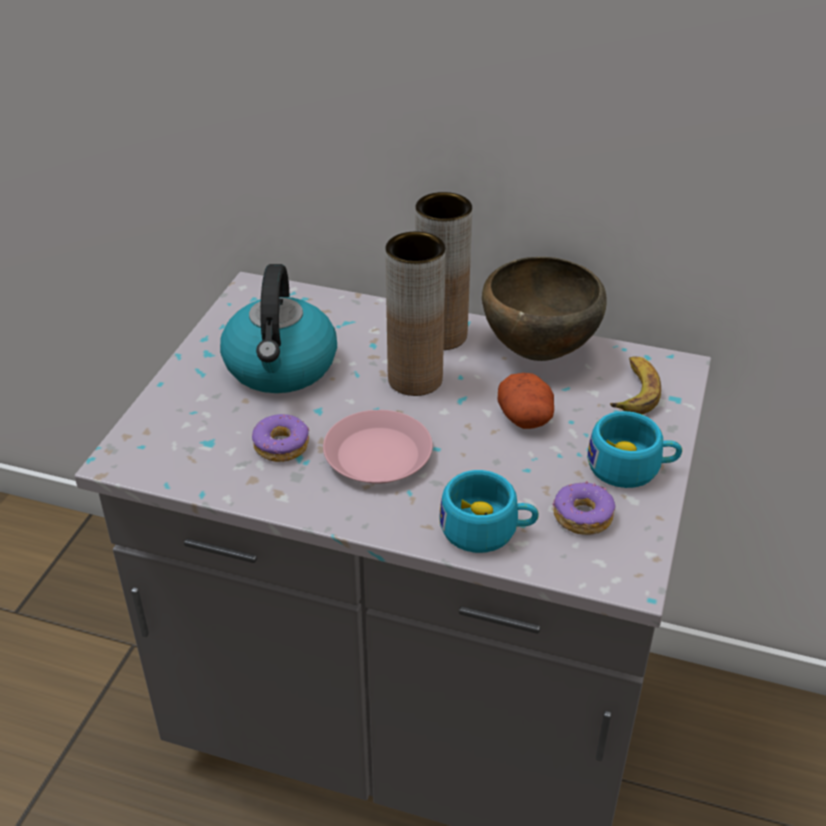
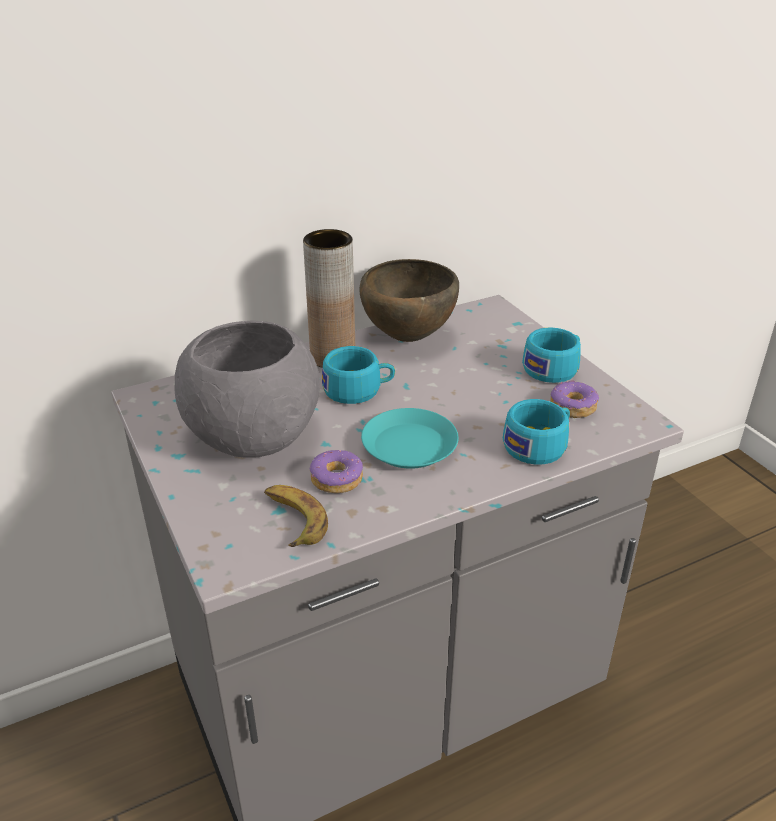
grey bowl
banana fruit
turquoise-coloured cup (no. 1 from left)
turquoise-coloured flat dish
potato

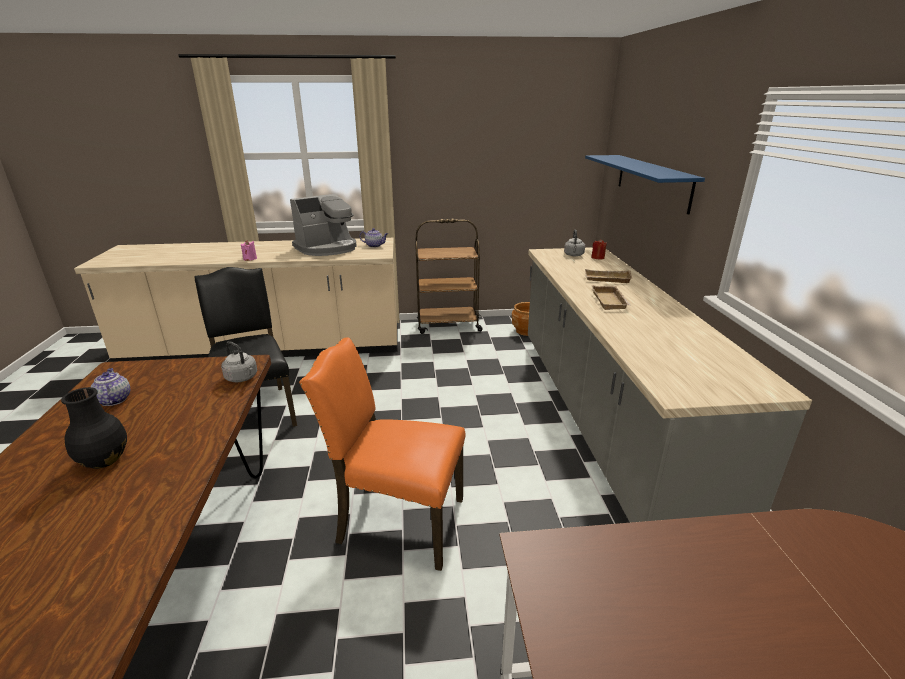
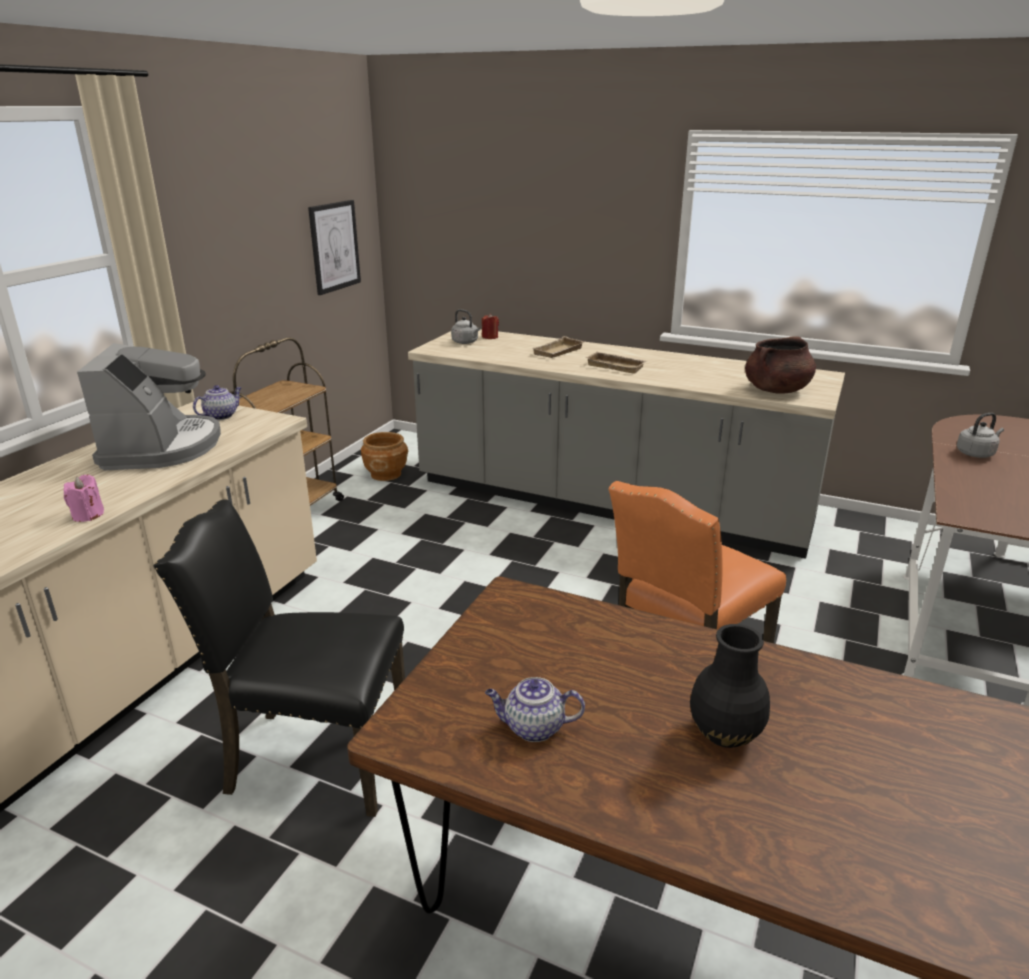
wall art
brown cooking pot
grey water kettle (no. 2 from left)
blue-coloured shelf

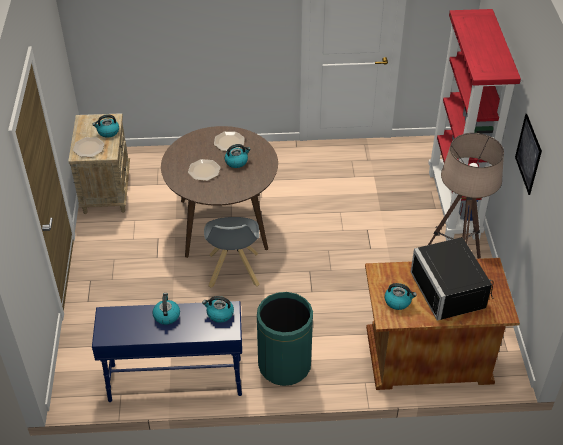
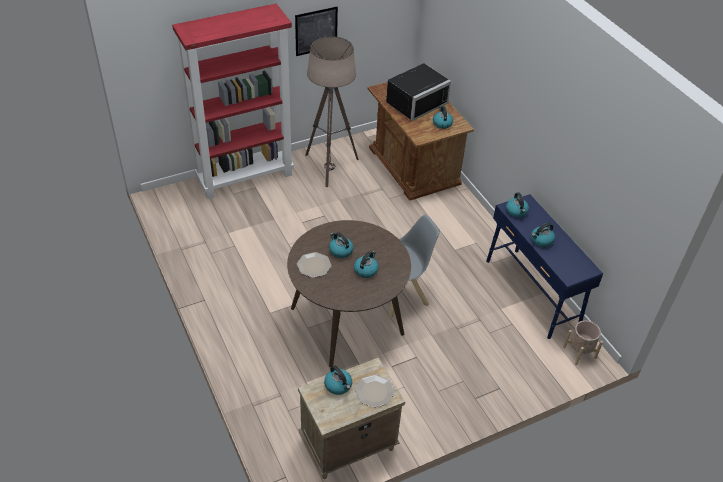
water kettle (no. 3 from left)
beige-coloured flower pot
green waste bin

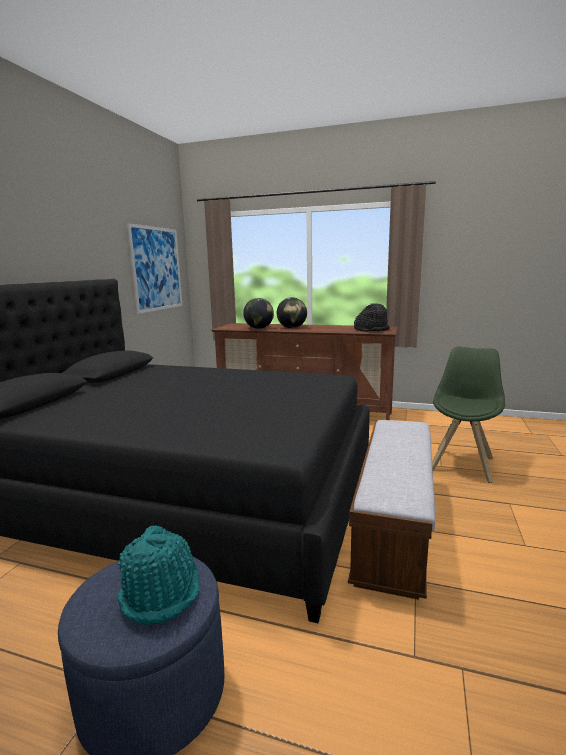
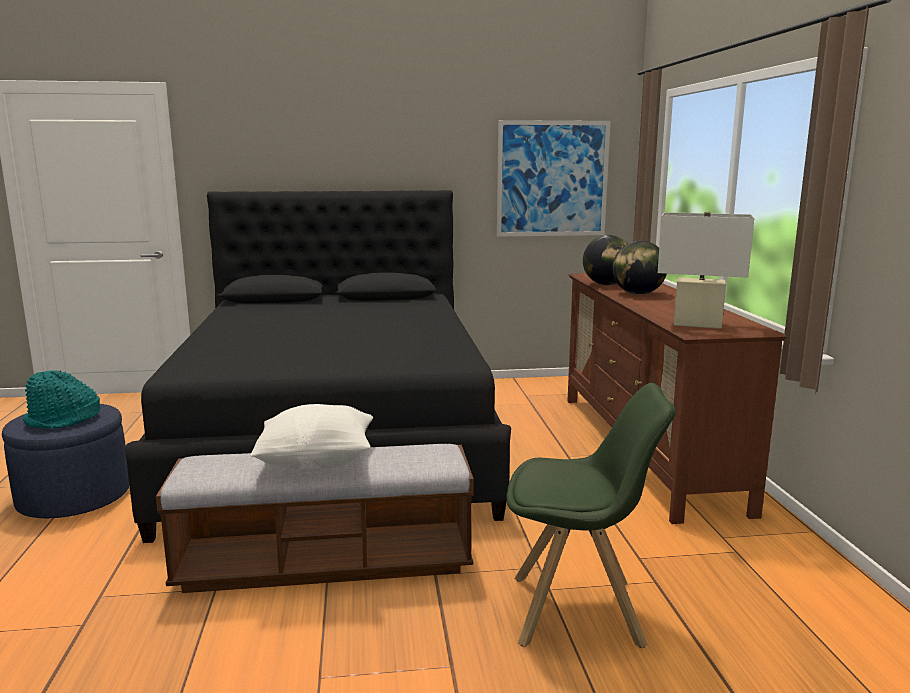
white-coloured pillow
white-coloured table lamp

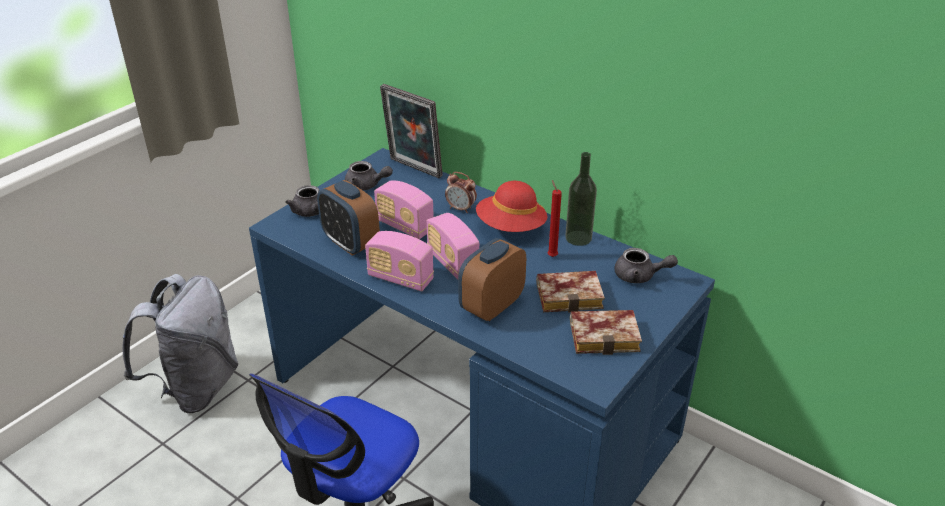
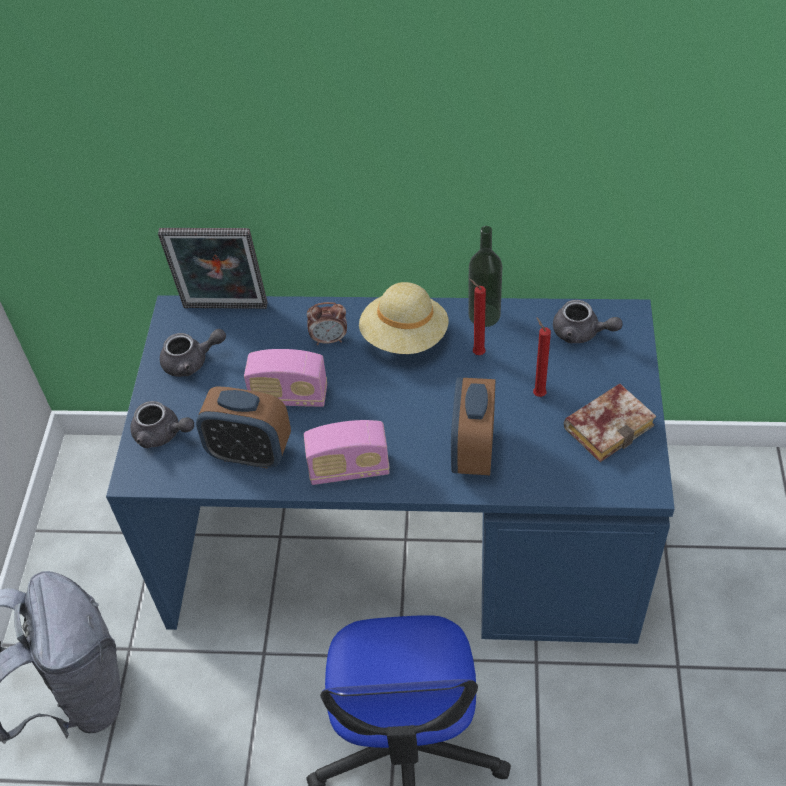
beige-coloured clothing hat
red candle (no. 2 from left)
grey pot for tea (no. 3 from left)
radio receiver (no. 3 from left in the first image)

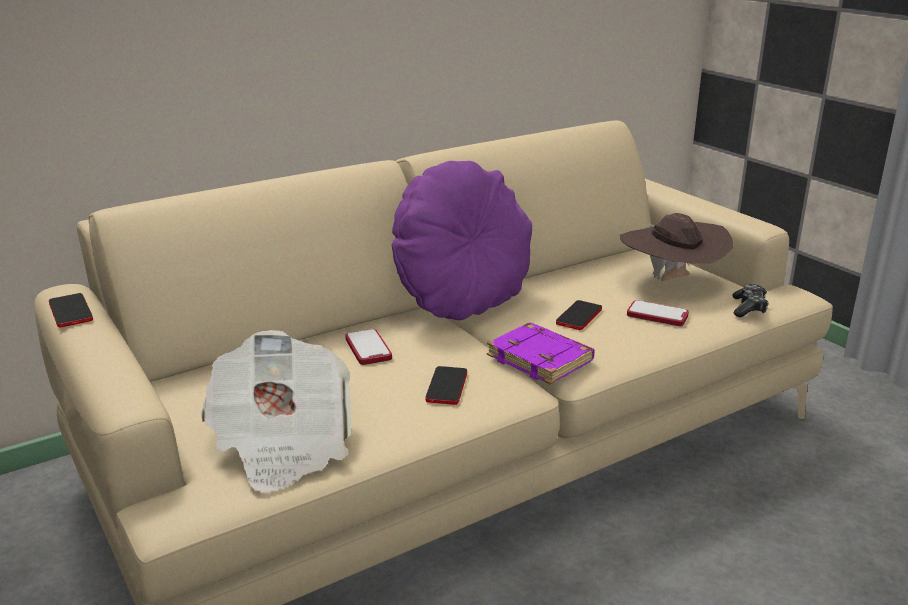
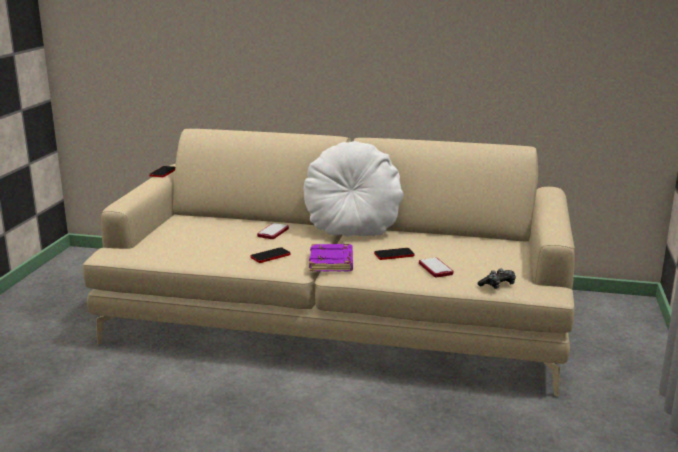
white-coloured pillow
daily paper
brown clothing hat

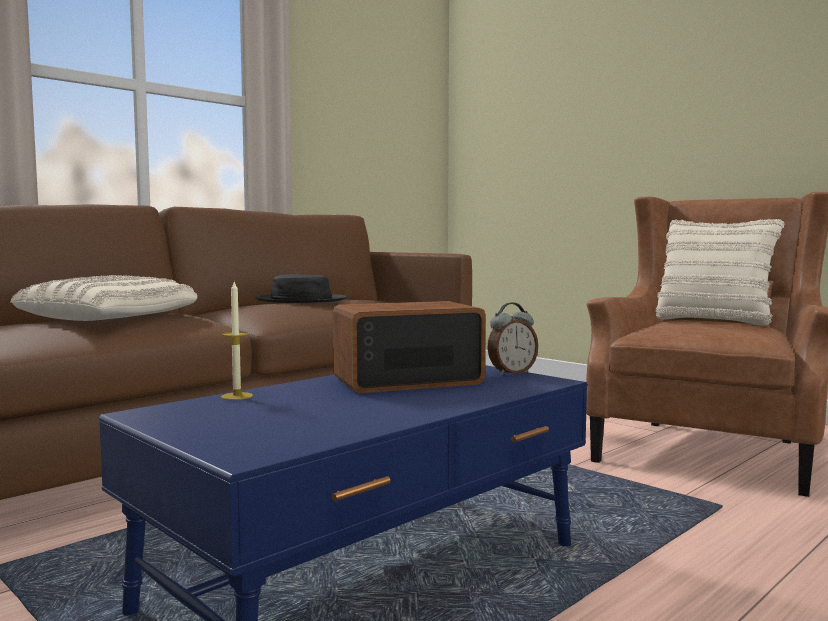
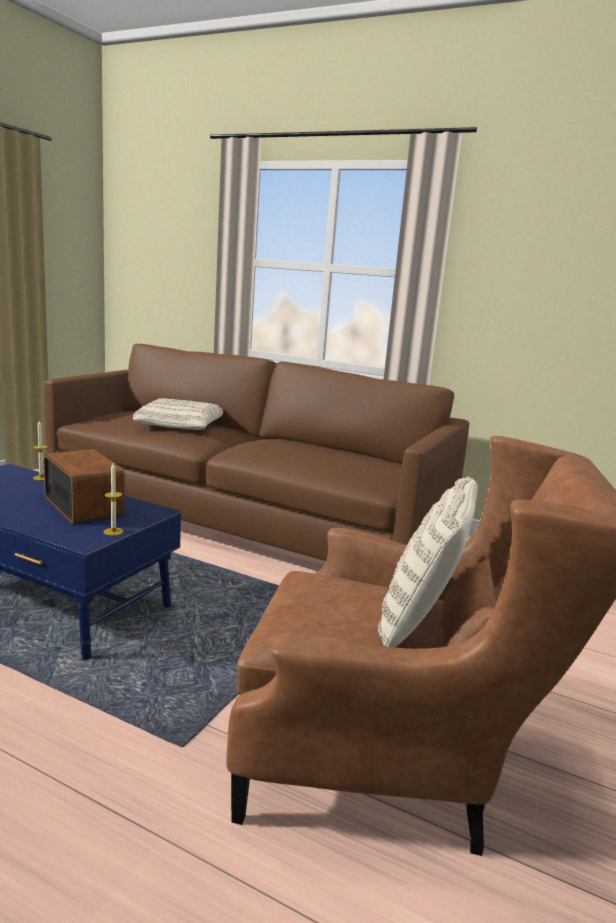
candle (no. 2 from left)
black clothing hat

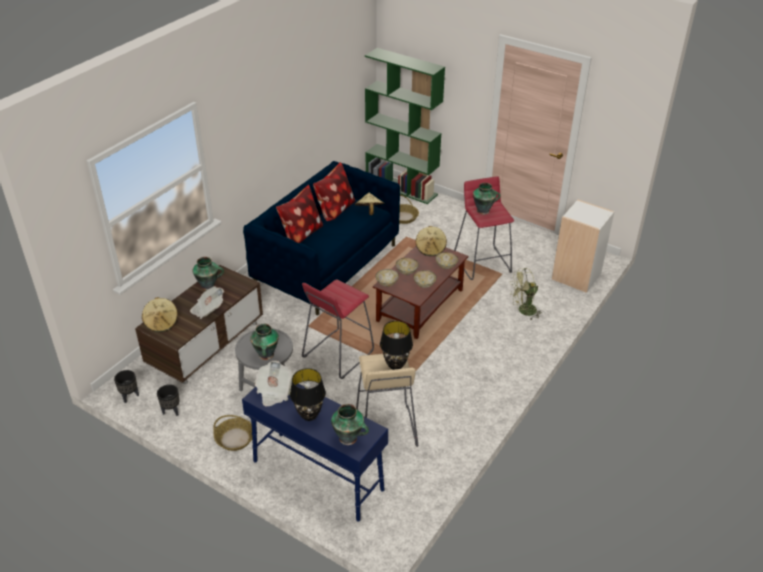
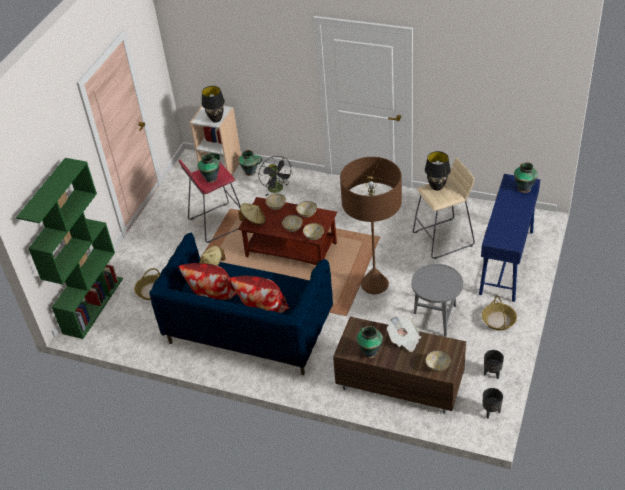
black table lamp (no. 1 from left)
vase (no. 2 from left)
black fan
brown standing lamp
bowl (no. 5 from left)
daily paper (no. 2 from left in the first image)

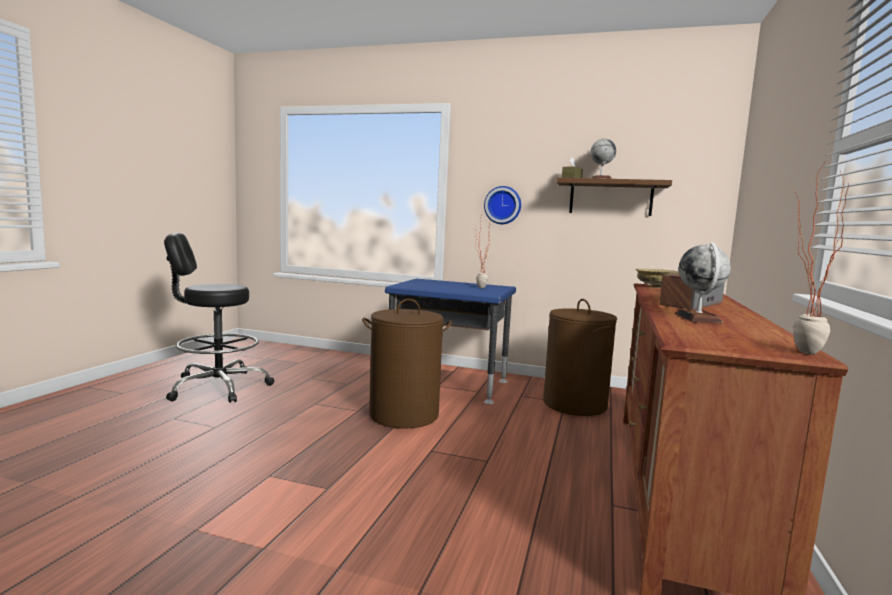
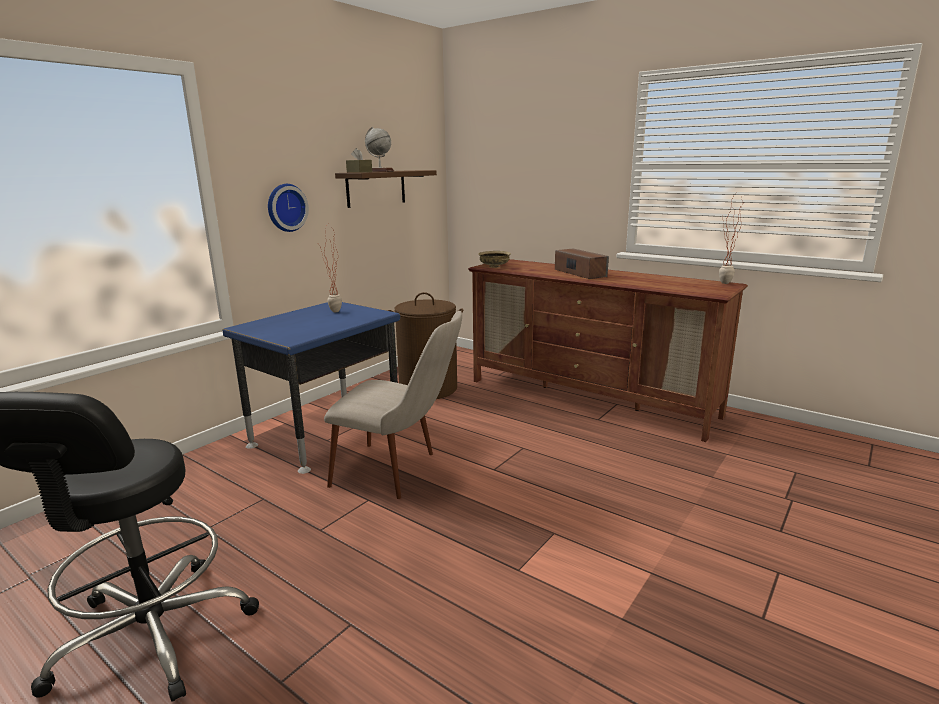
beige-coloured chair
world globe (no. 2 from left in the first image)

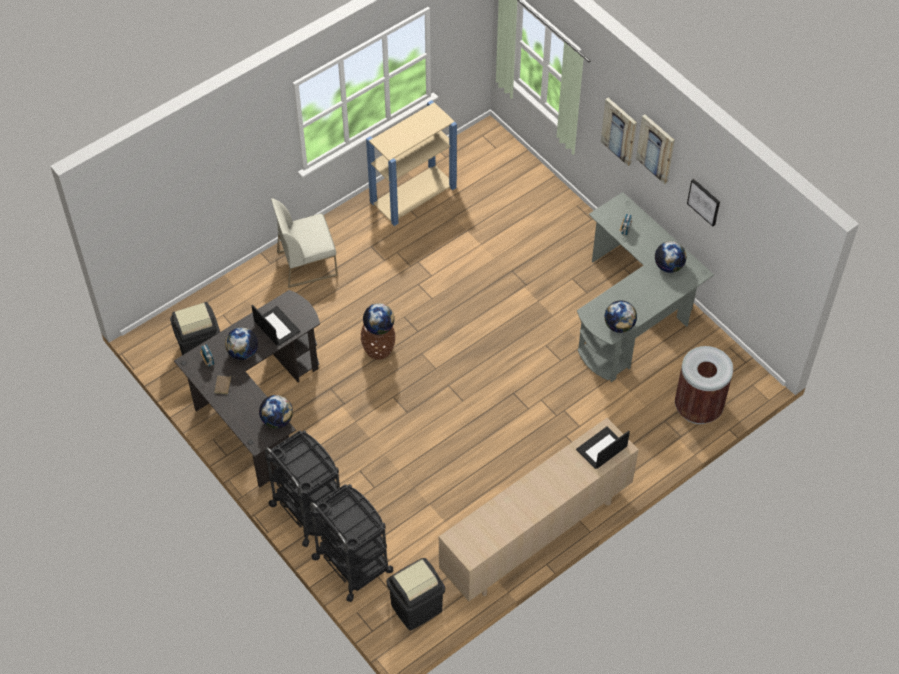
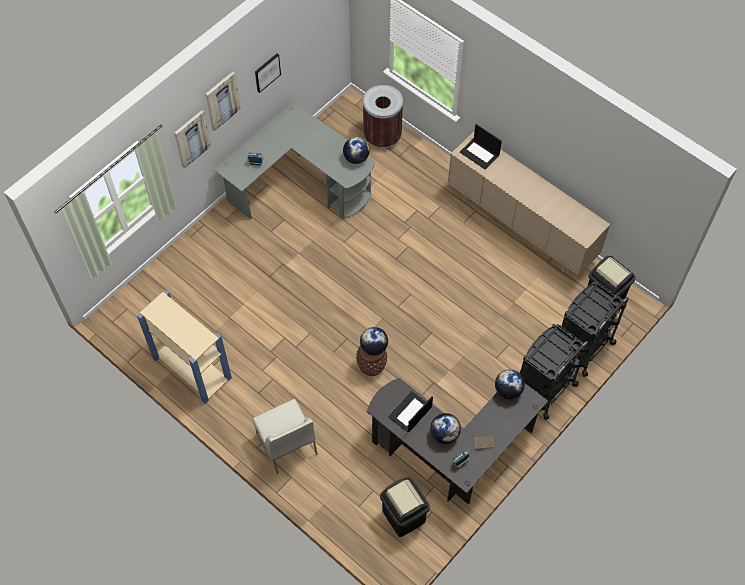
world globe (no. 5 from left in the first image)

